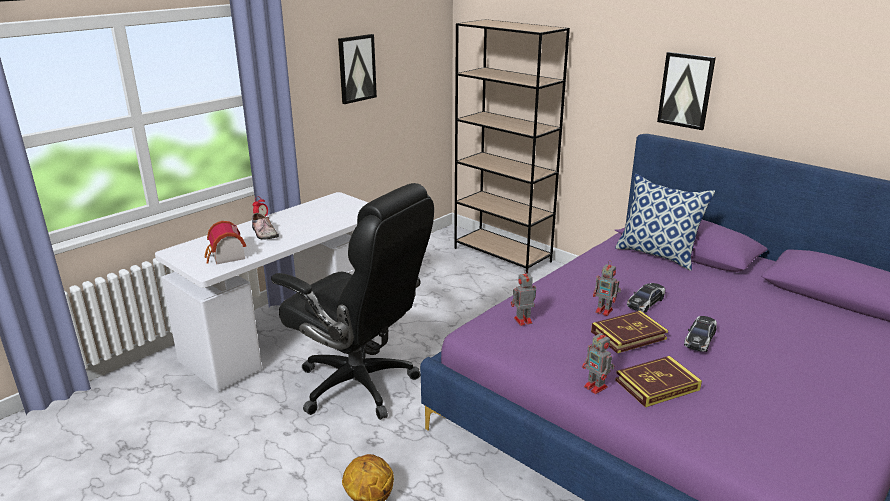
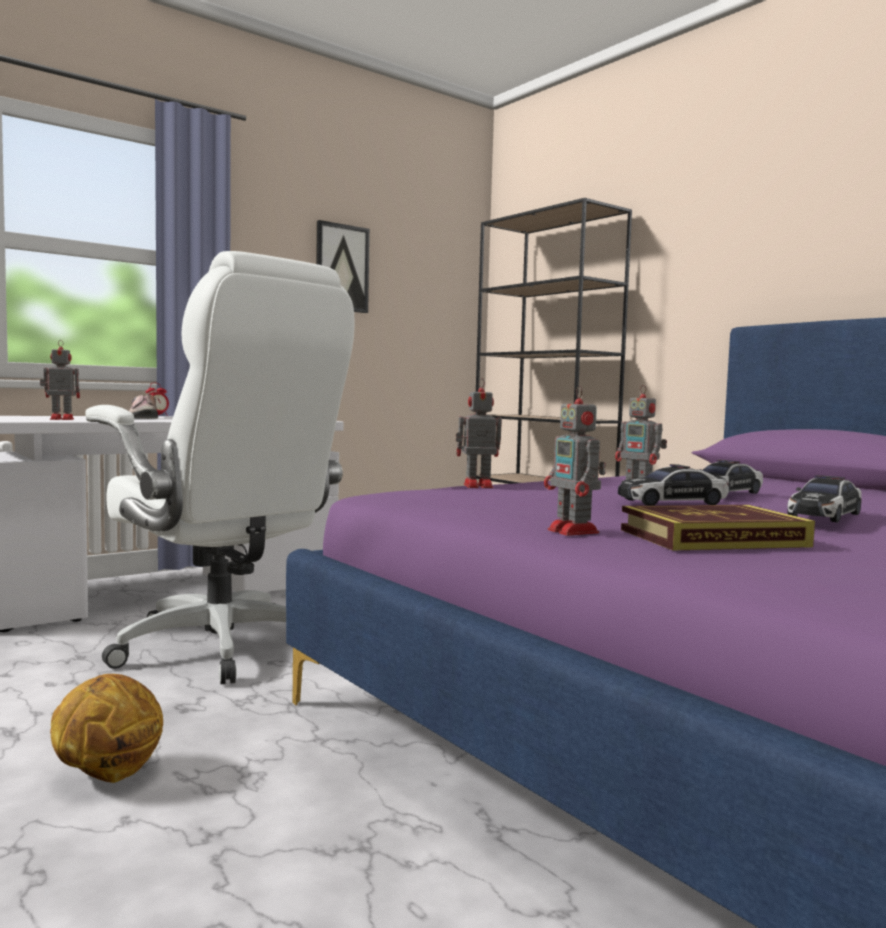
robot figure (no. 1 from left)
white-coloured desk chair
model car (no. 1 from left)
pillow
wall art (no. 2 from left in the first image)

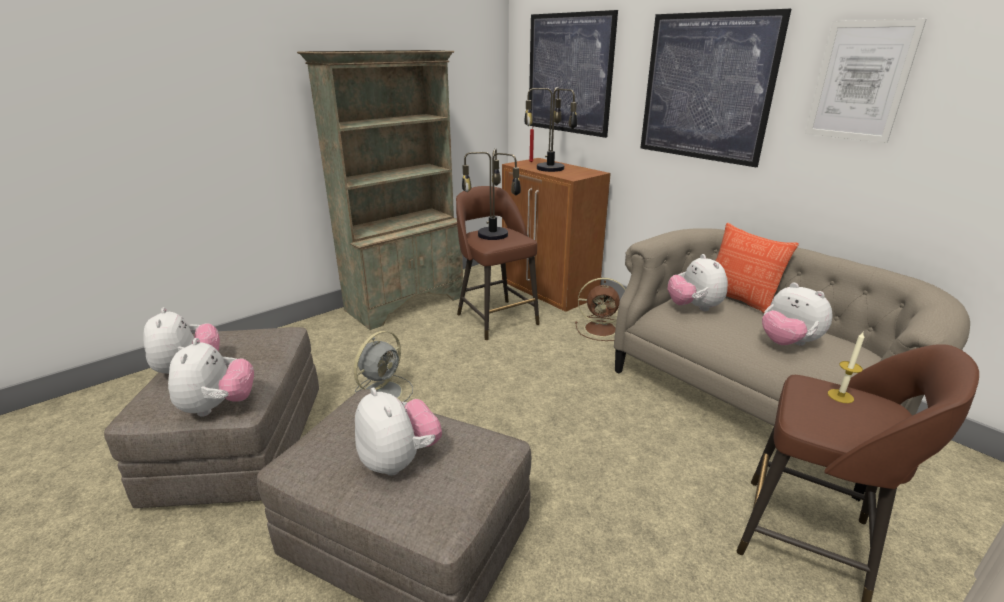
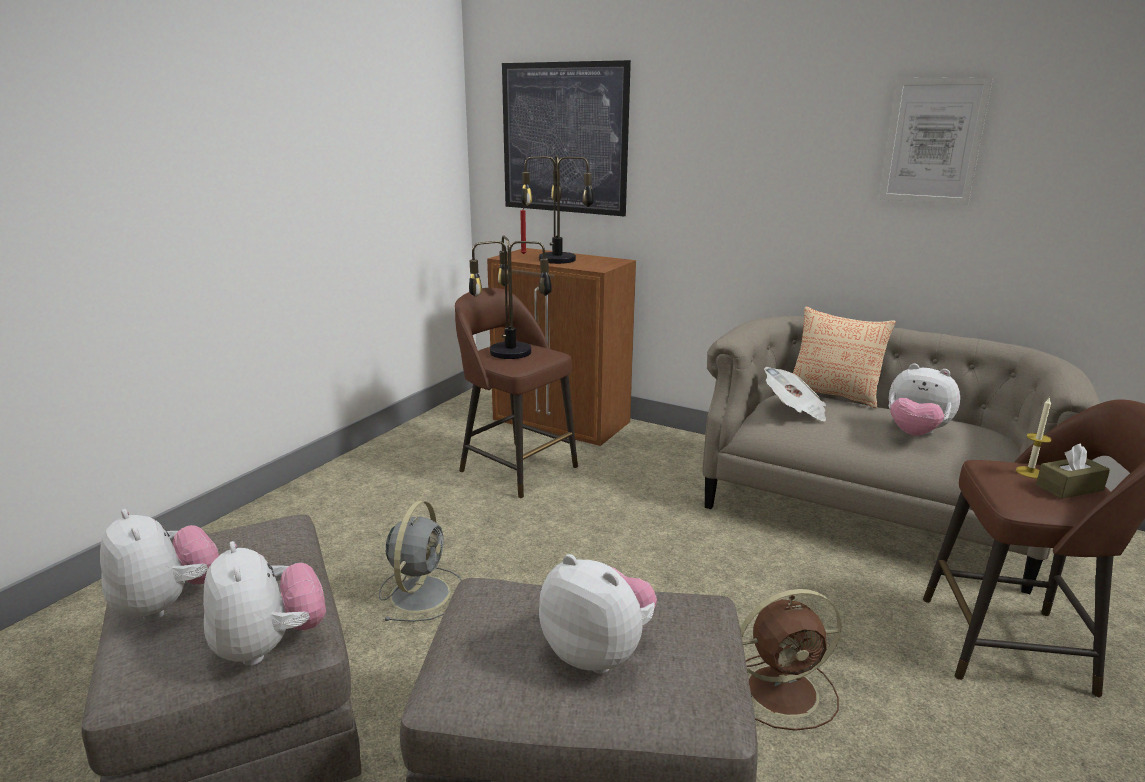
brown fan
daily paper
beige-coloured pillow
brown tissue box
green bookshelf
wall art (no. 2 from left in the first image)

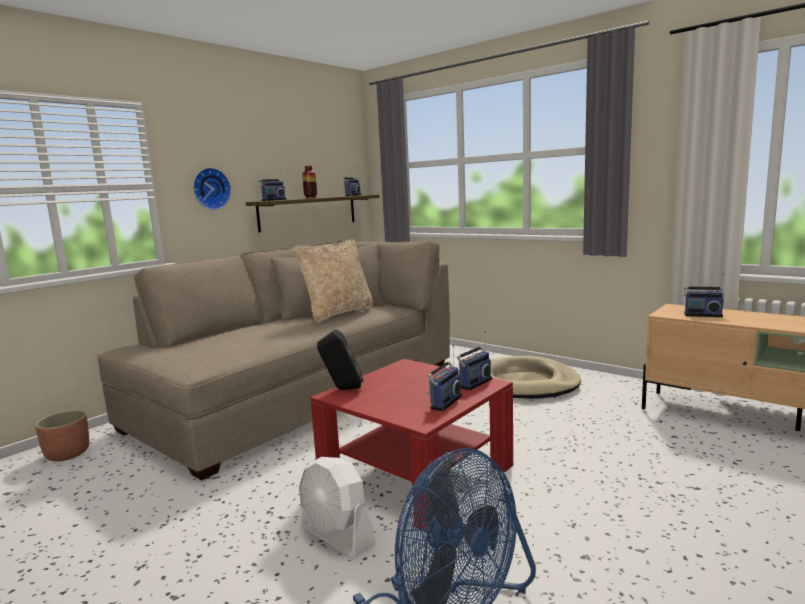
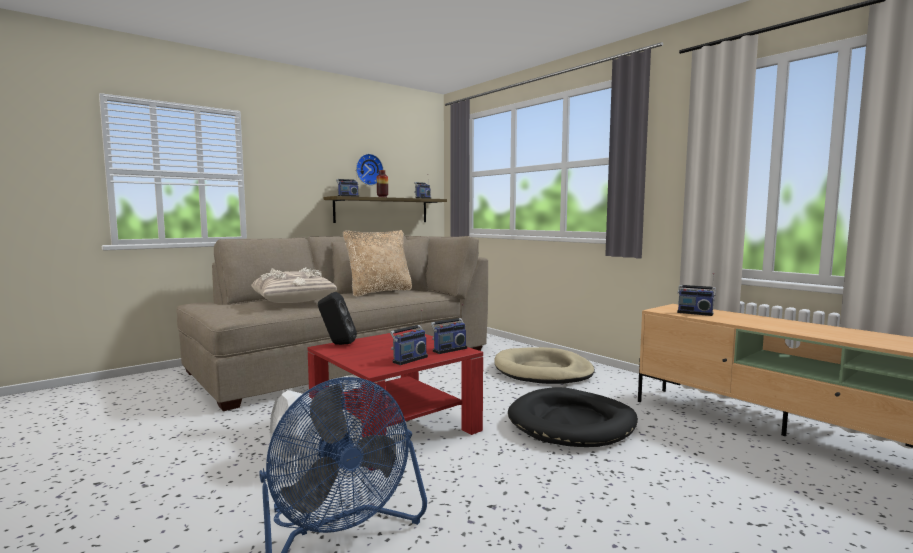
beige-coloured pillow (no. 1 from left)
wall clock
black pet bed
flower pot

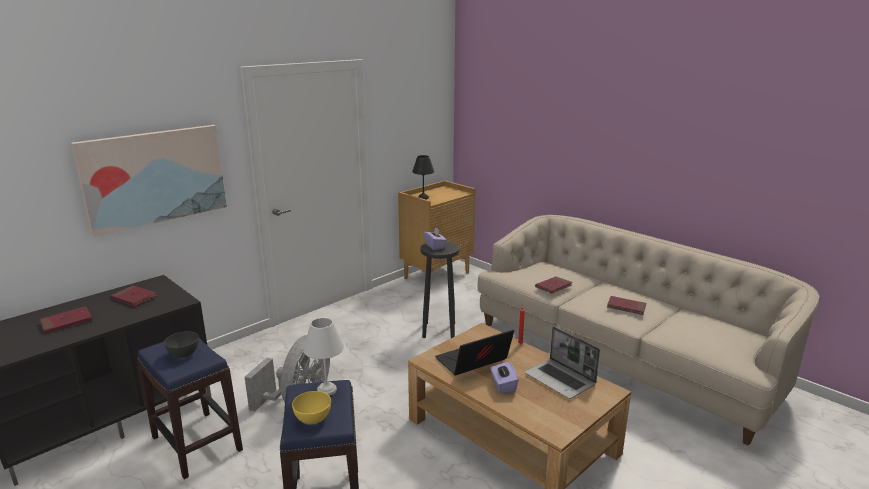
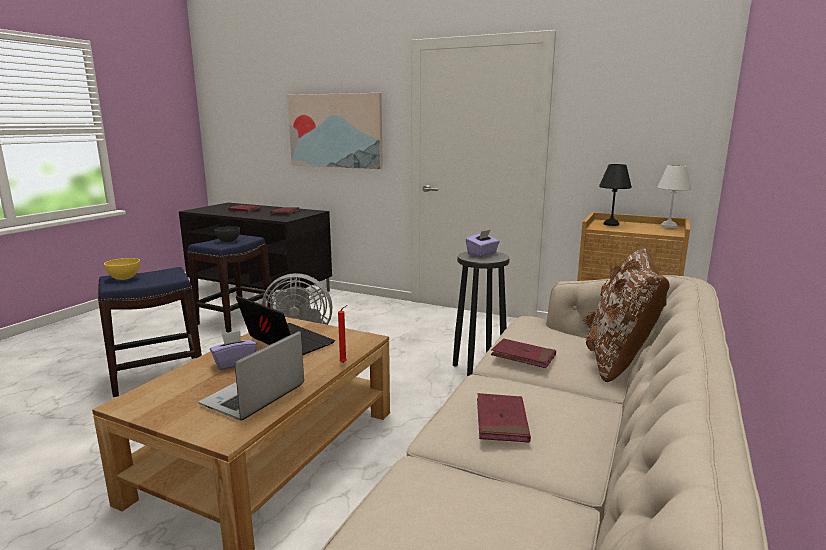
brown pillow
white-coloured table lamp

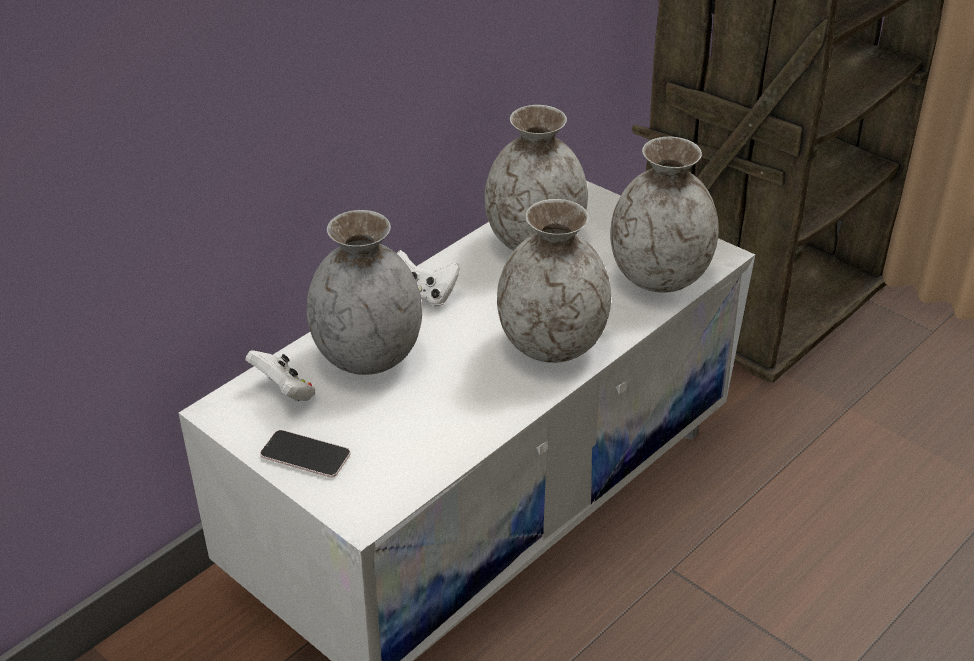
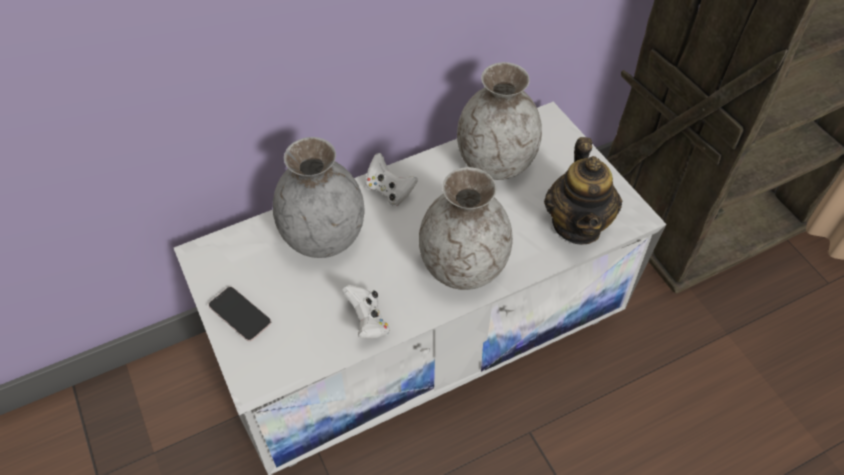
white-coloured gamepad (no. 1 from left)
pot for tea

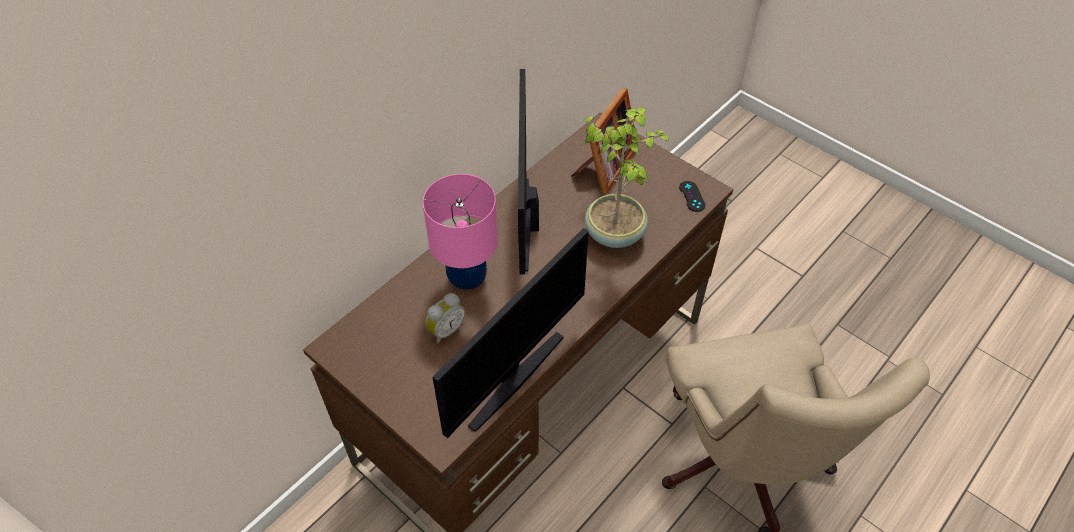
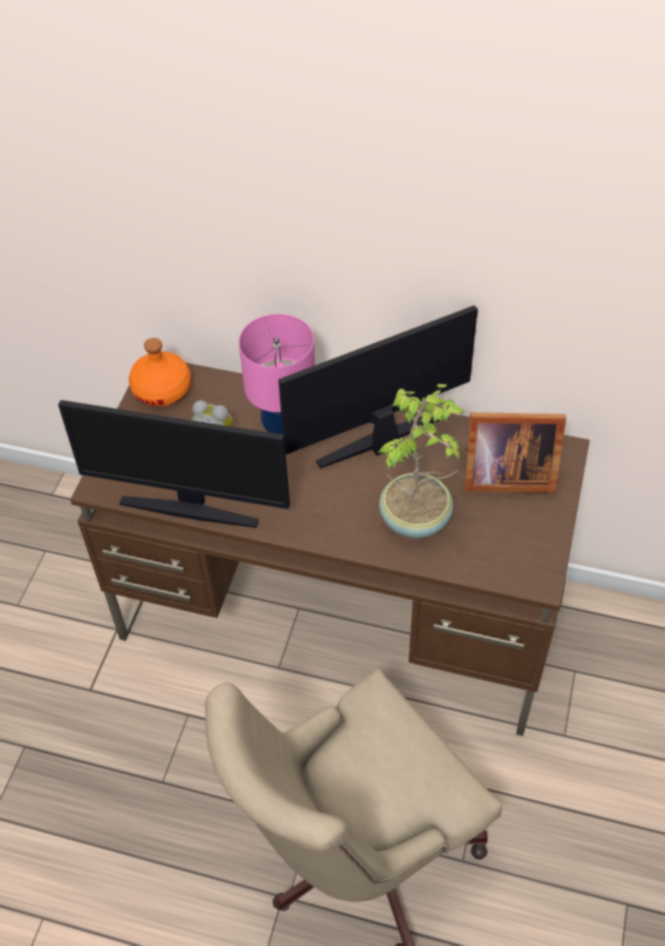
orange-coloured bottle
black gamepad

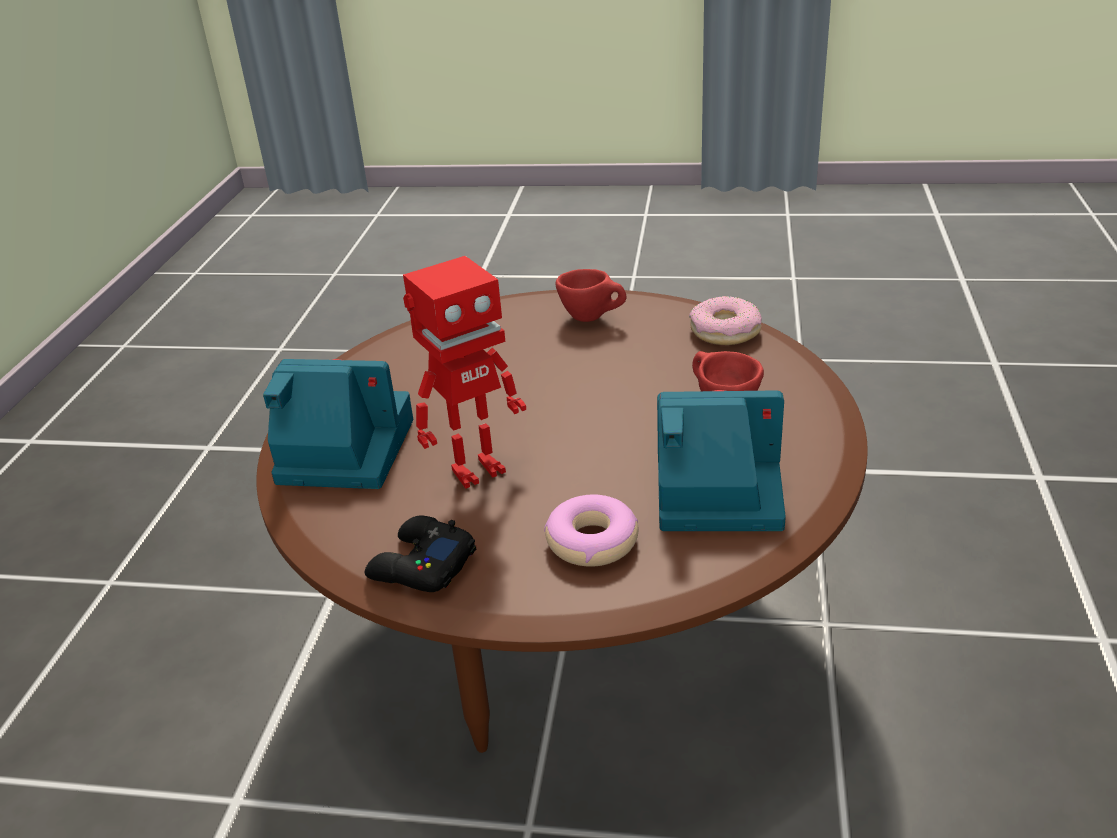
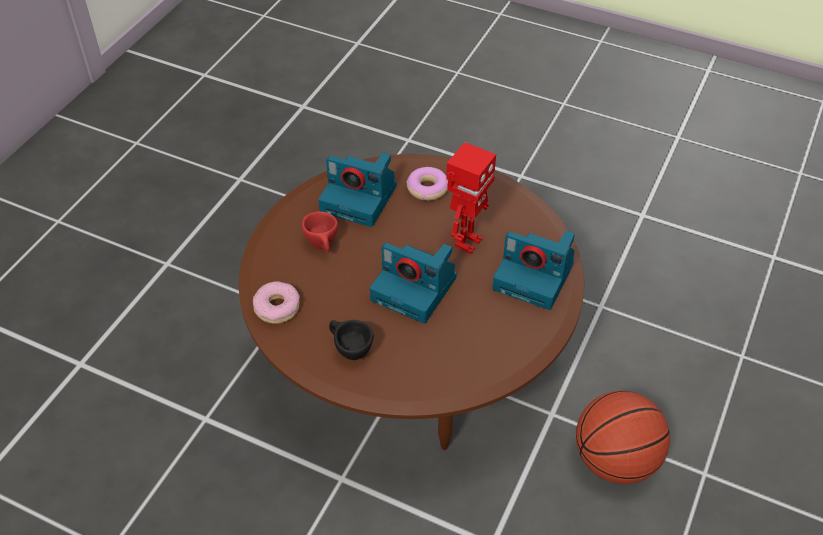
black cup
still camera (no. 2 from left)
robot figure
basketball ball
black gamepad

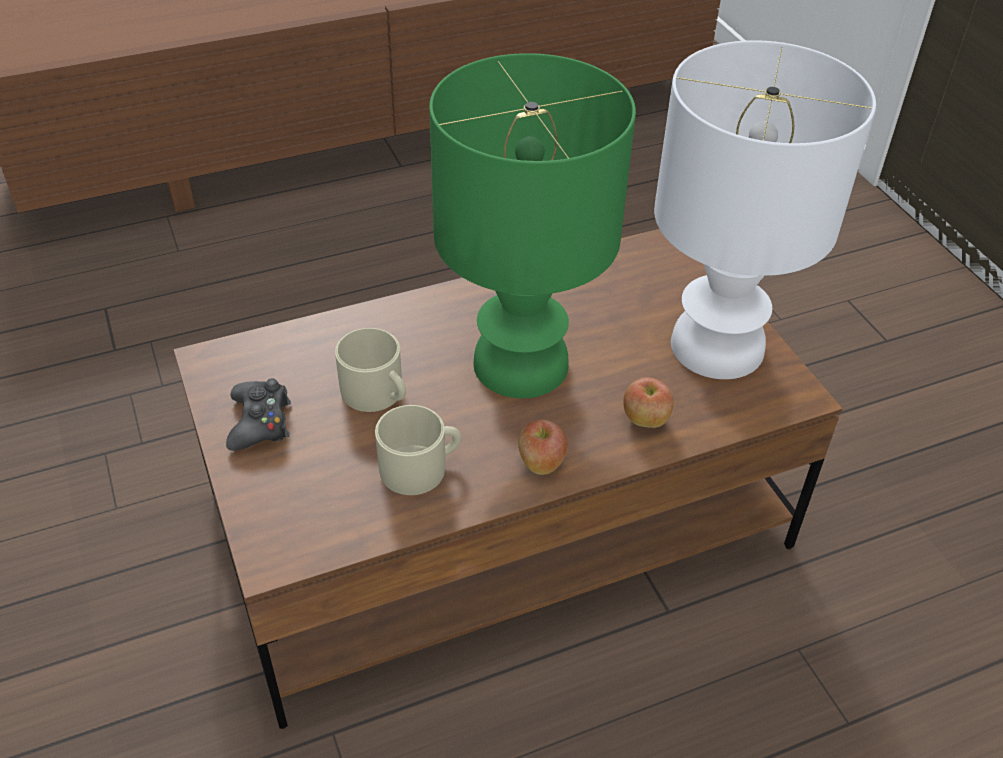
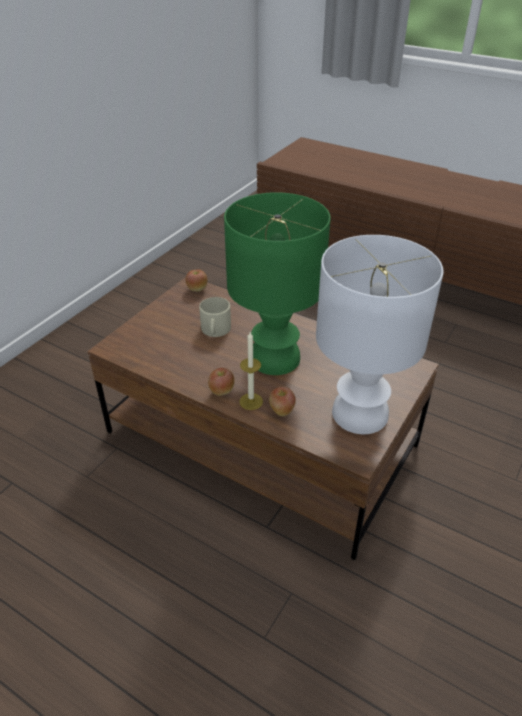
apple fruit (no. 1 from left)
candle
black gamepad
beige-coloured mug (no. 2 from left in the first image)

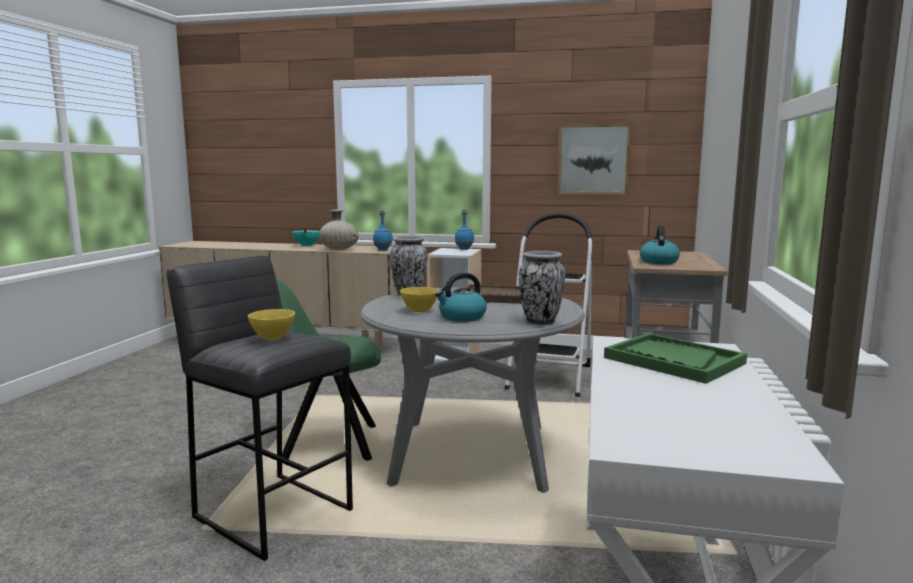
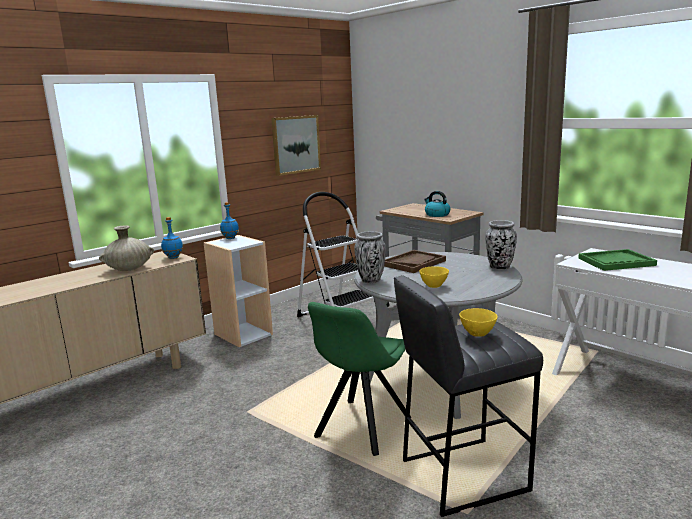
turquoise-coloured cooking pot
water kettle (no. 1 from left in the first image)

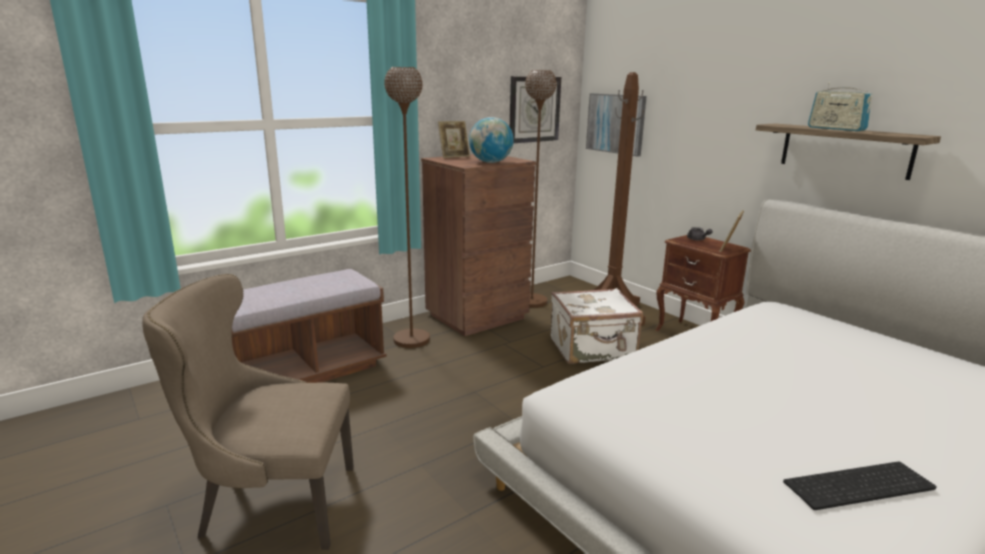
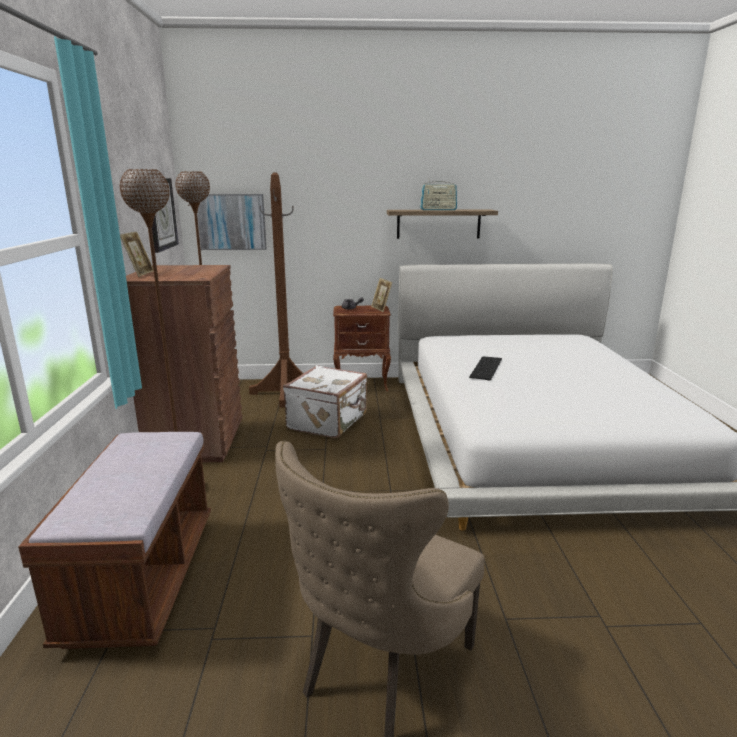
PC keyboard
world globe

